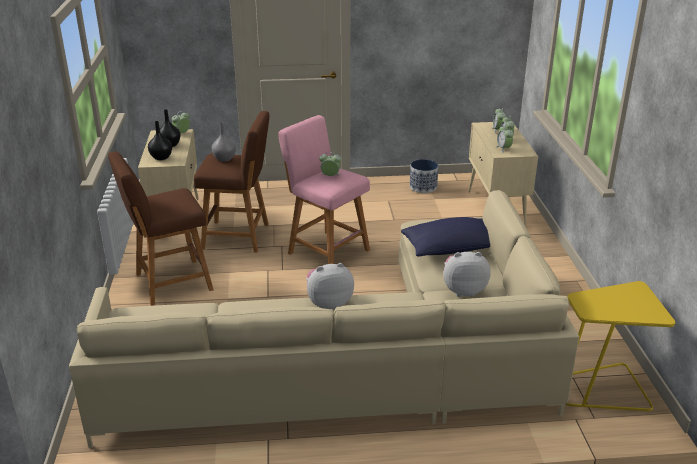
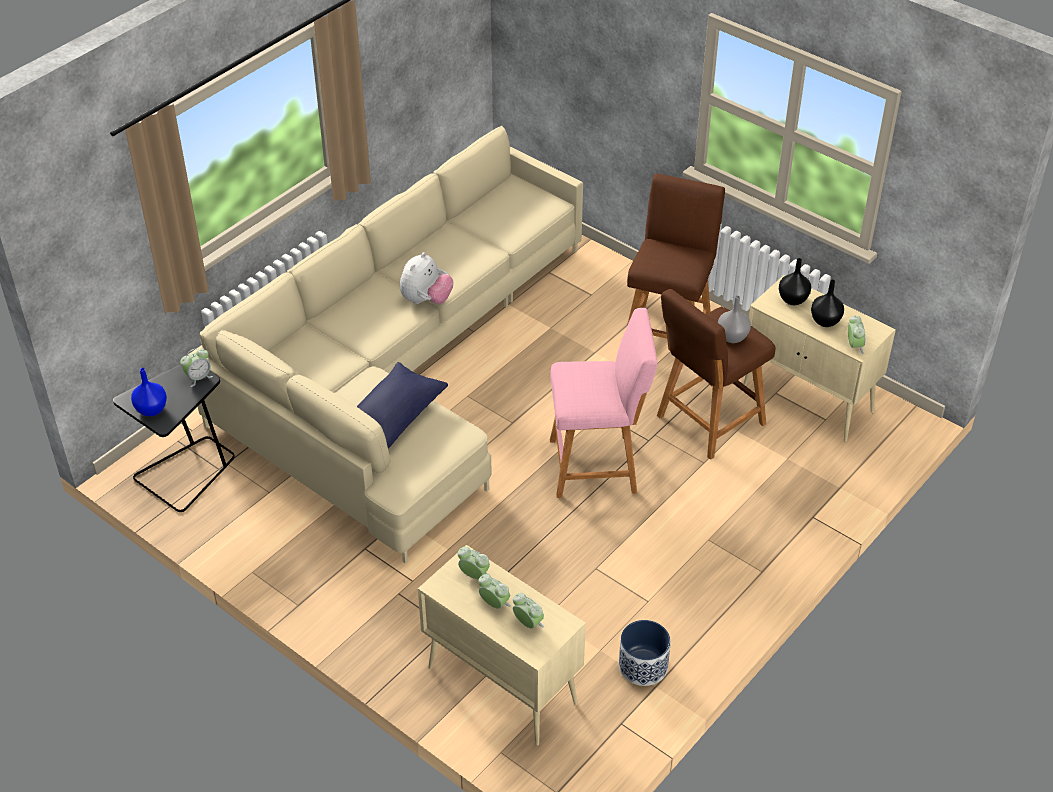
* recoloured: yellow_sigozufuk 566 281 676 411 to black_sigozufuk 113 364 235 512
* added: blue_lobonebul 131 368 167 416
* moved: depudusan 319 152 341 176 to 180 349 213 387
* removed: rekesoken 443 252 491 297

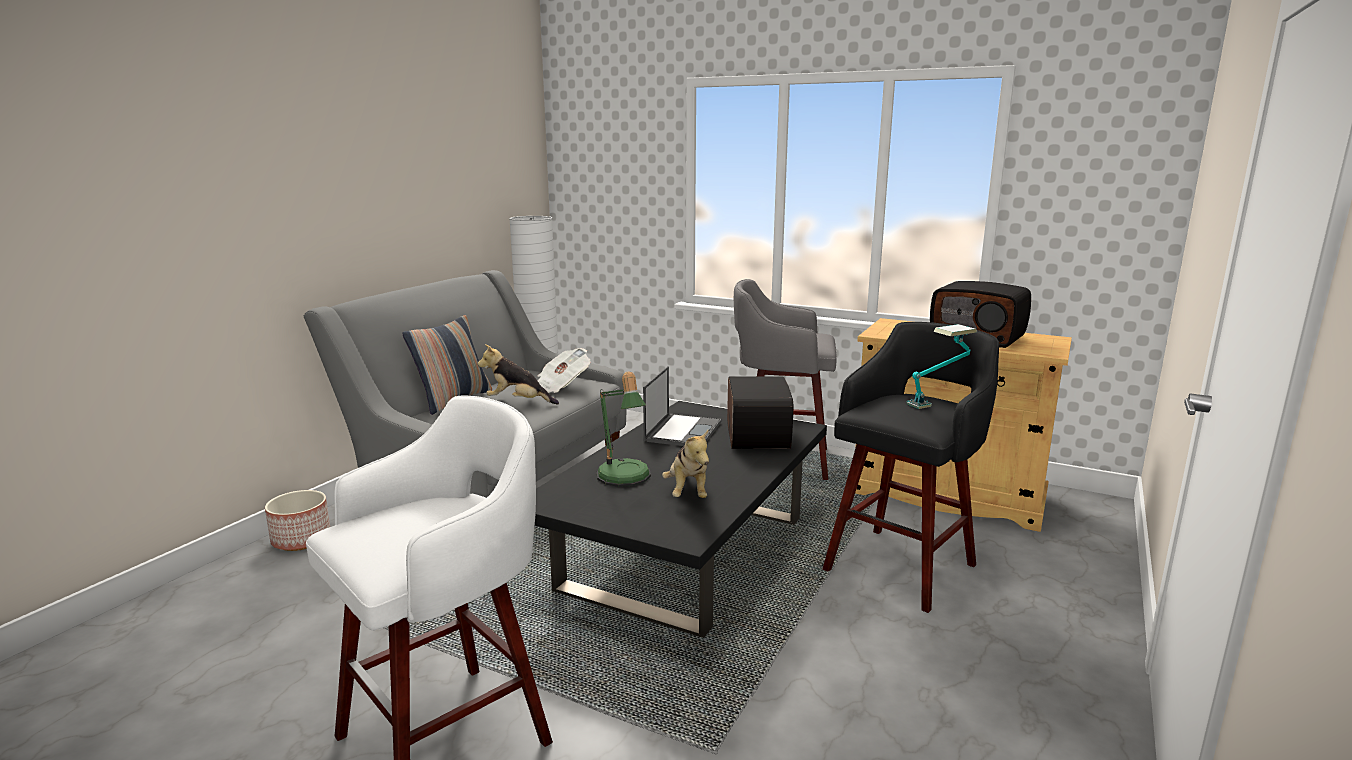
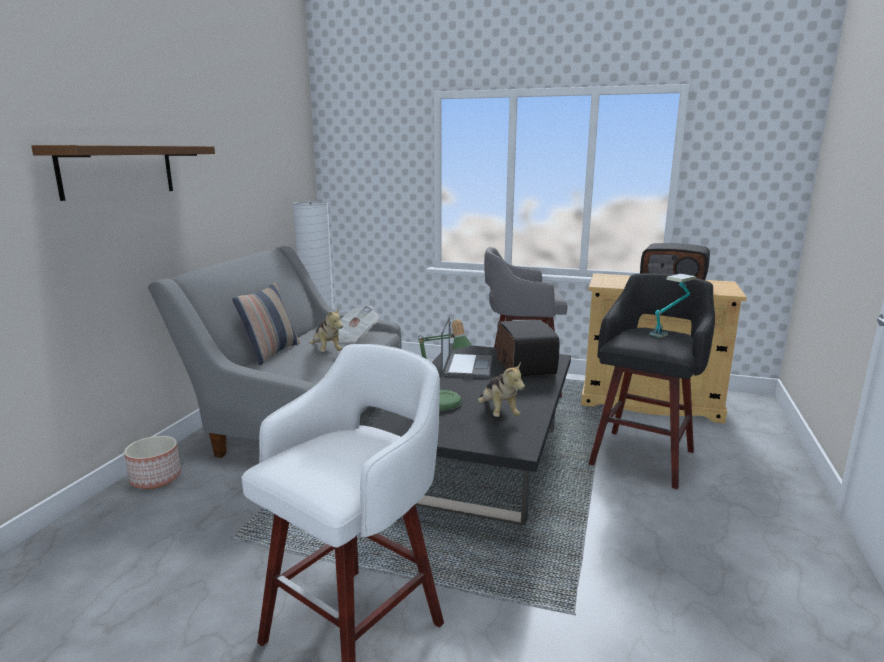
* added: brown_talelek 31 145 215 201
* turned: rekesoken 478 344 559 405 = 309 308 343 352 120 degrees counterclockwise

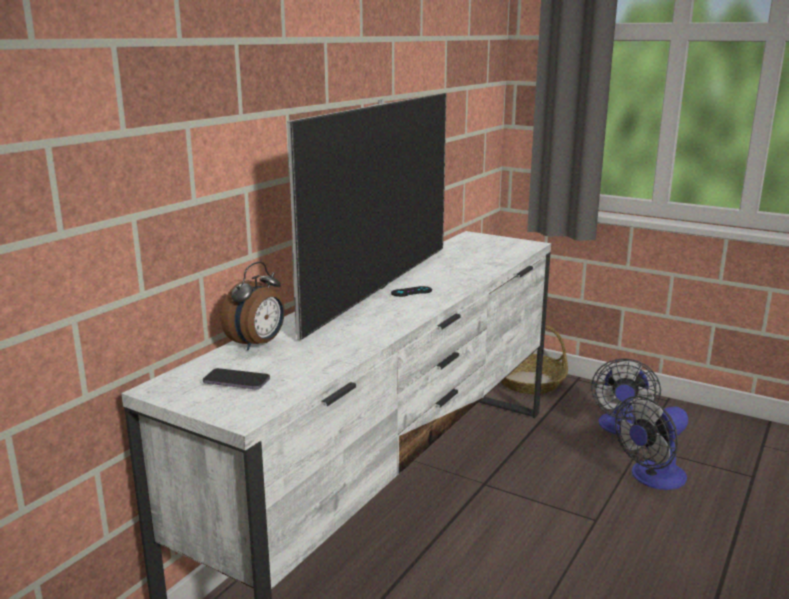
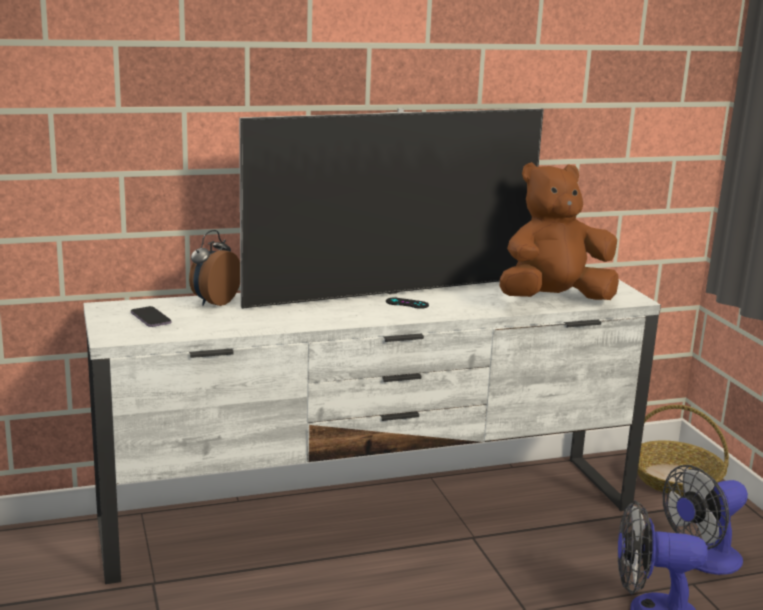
* turned: depudusan 221 262 285 350 = 189 230 240 306 135 degrees clockwise
* added: brown_rekesoken 500 162 619 300

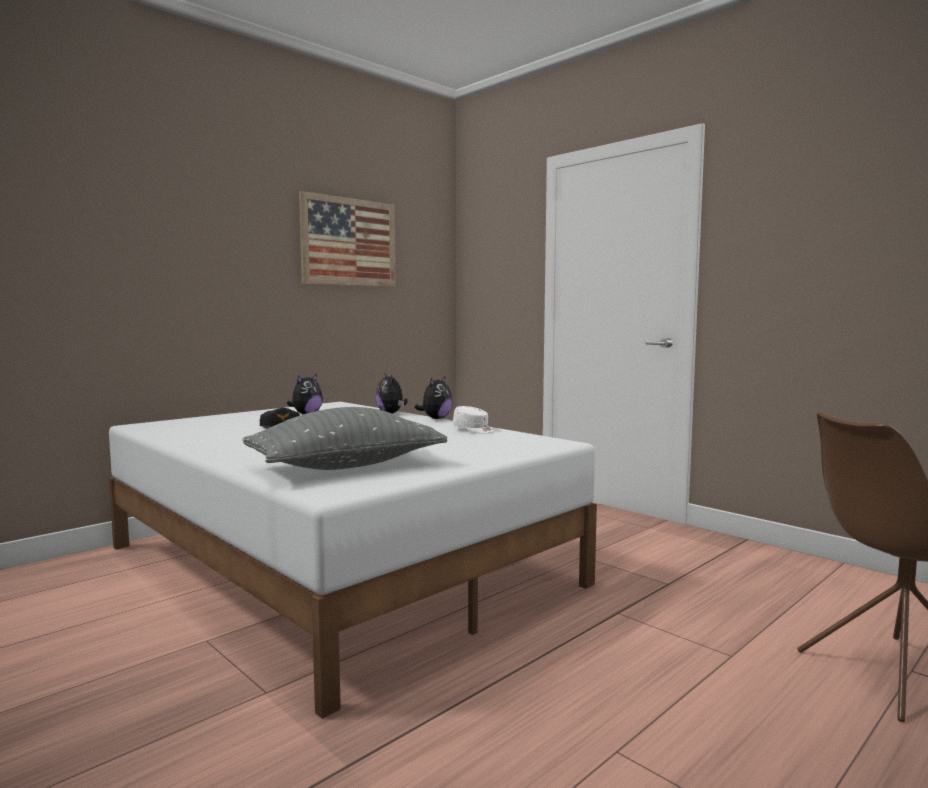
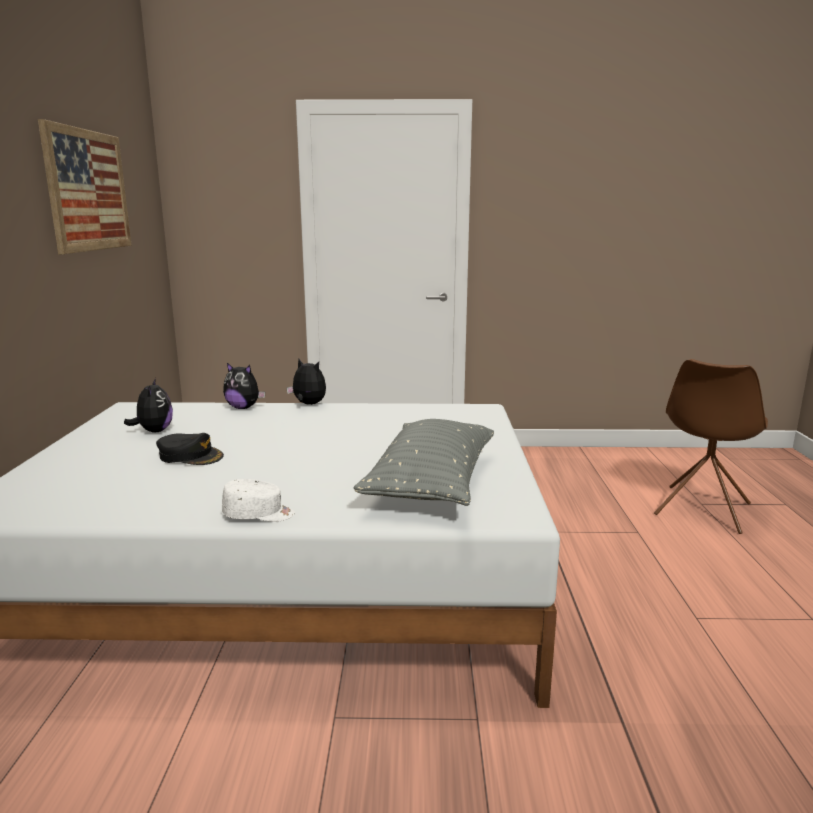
* moved: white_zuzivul 453 406 494 434 to 222 479 295 522
* turned: rekesoken 414 377 452 419 = 287 359 326 405 45 degrees counterclockwise

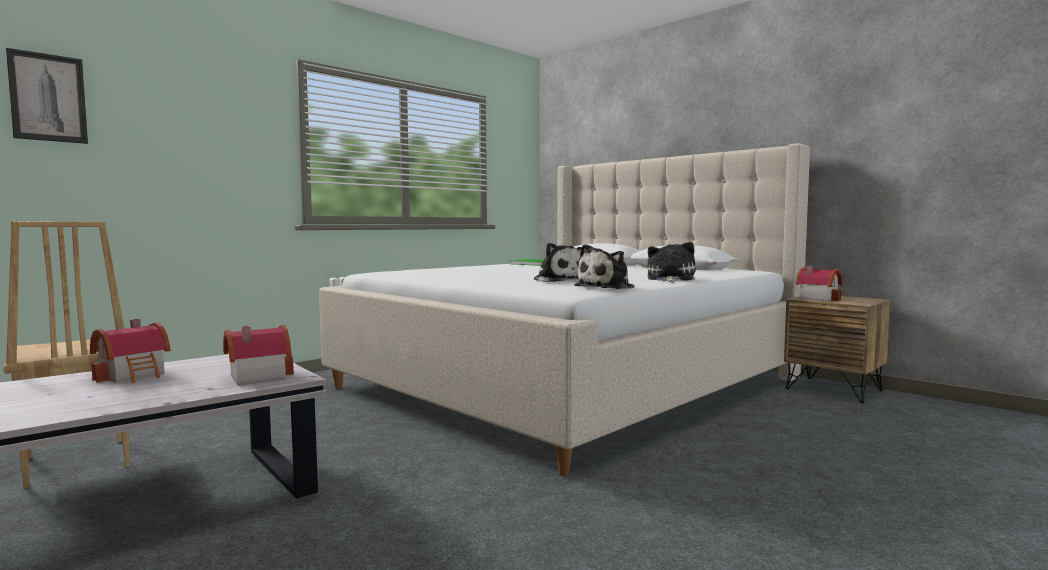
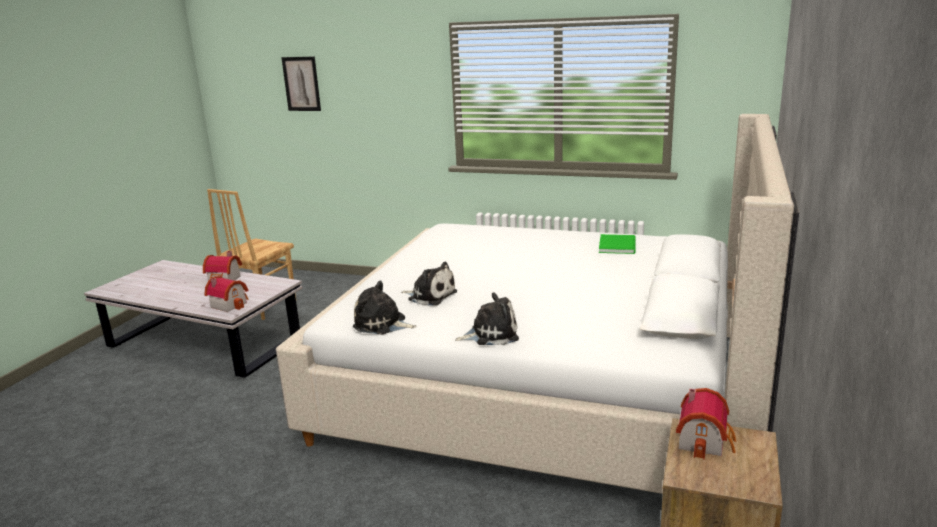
* turned: rekesoken 534 243 581 282 = 401 261 457 306 90 degrees counterclockwise

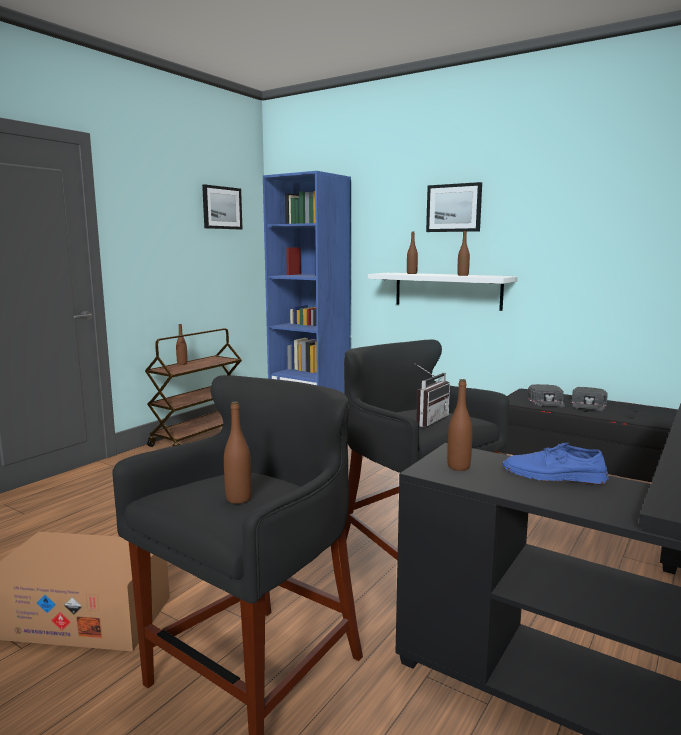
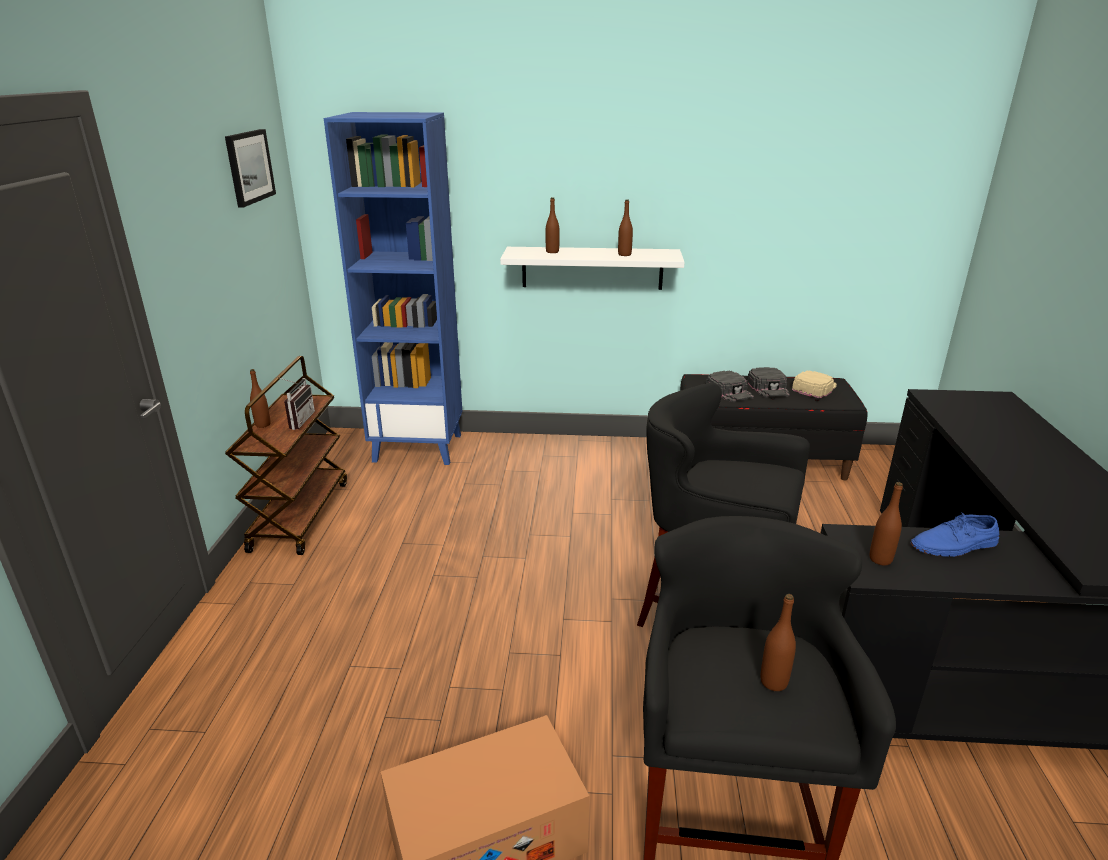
* moved: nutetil 415 363 450 427 to 276 377 315 430
* added: beige_zuzivul 792 371 837 398
* removed: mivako 426 182 482 232

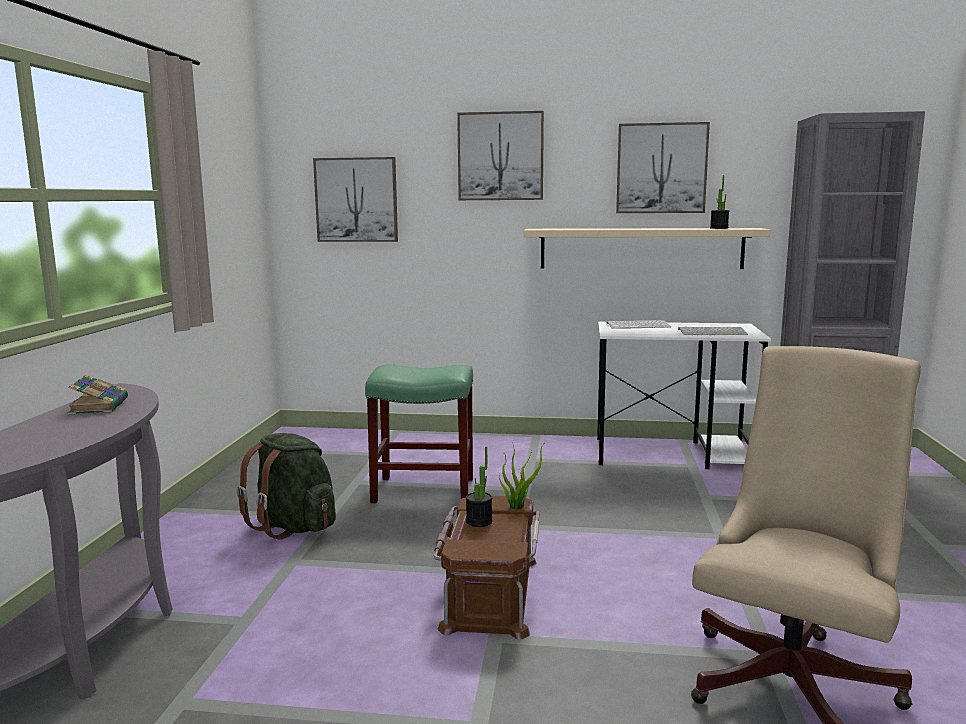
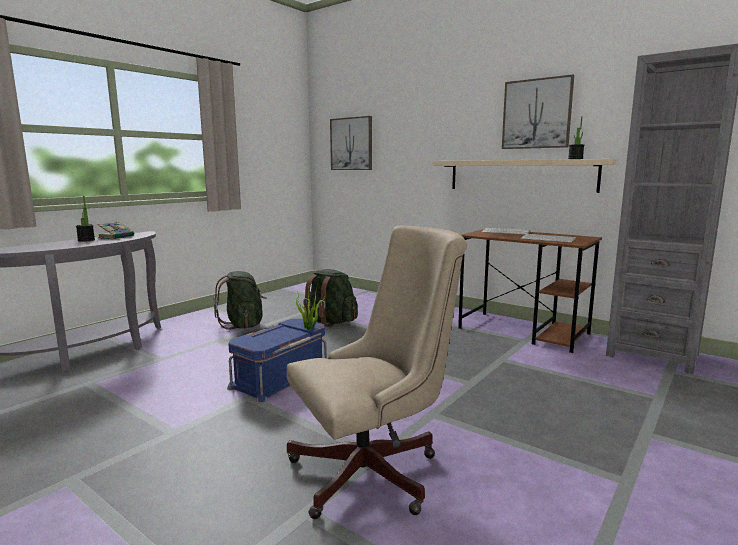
* moved: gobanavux 466 447 493 527 to 76 196 95 242
* recoloured: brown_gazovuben 434 496 540 640 to blue_gazovuben 227 318 327 402
* replaced: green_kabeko 365 365 473 504 to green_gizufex 303 269 358 327
* recoloured: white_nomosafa 597 322 771 469 to brown_nomosafa 458 229 602 353
* removed: mivako 457 111 544 200

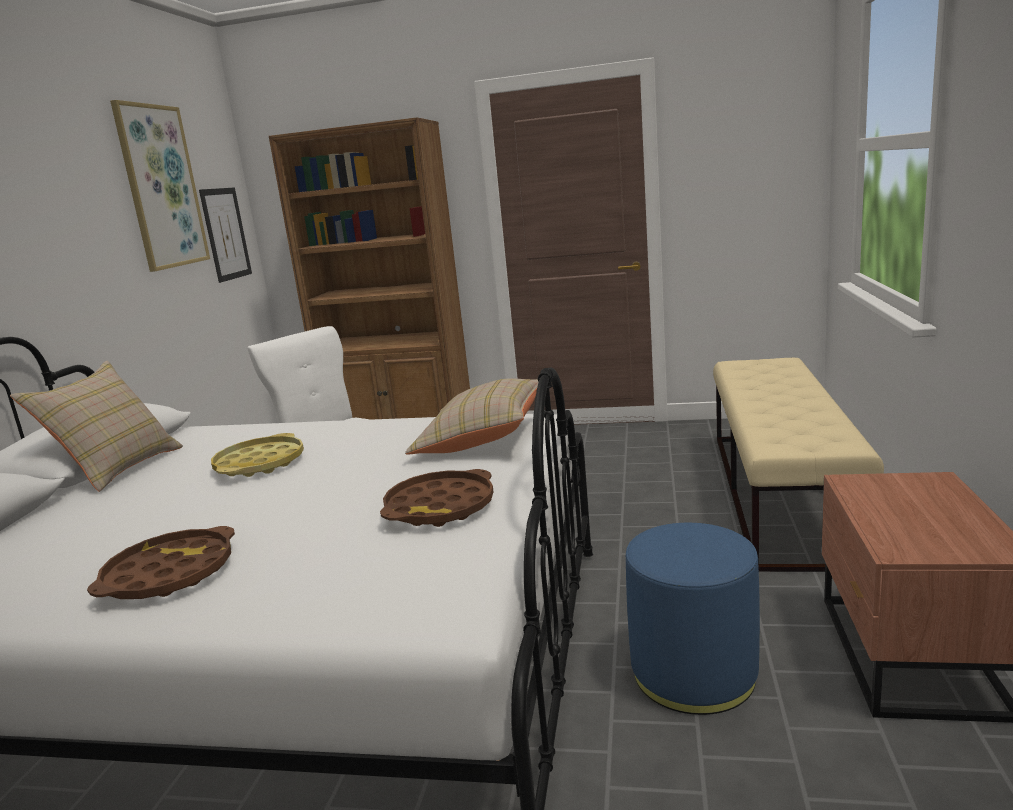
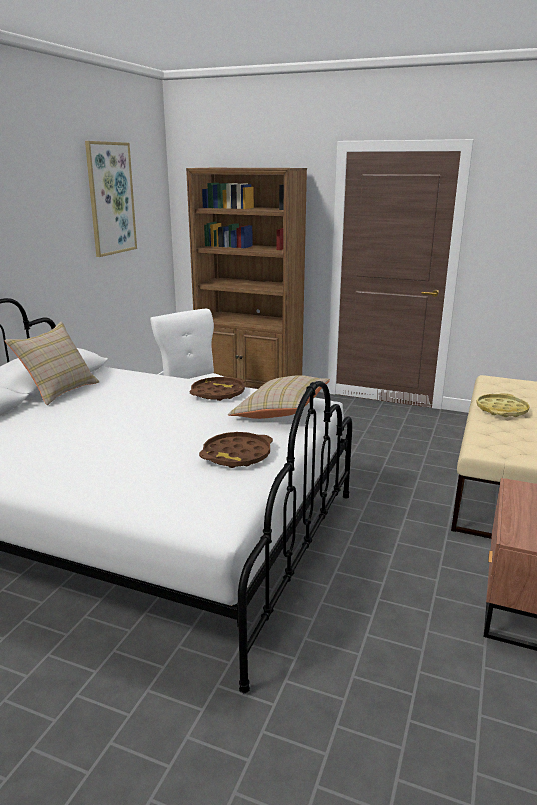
* moved: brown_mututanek 87 526 235 599 to 190 377 245 401
* moved: yellow_mututanek 211 433 304 477 to 476 393 530 417
* removed: mivako 199 187 252 283
* removed: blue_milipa 626 523 760 715

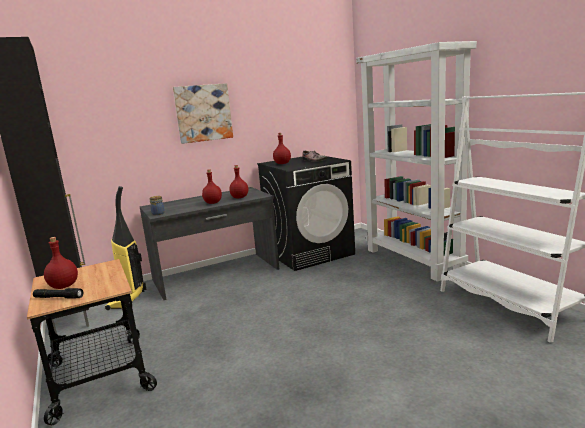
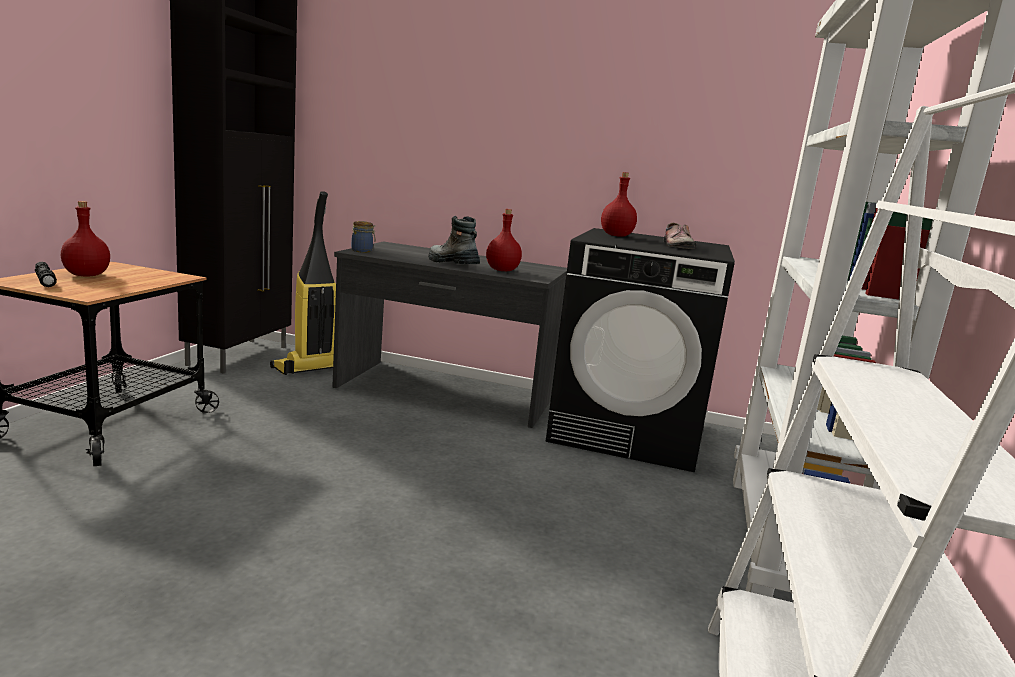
* replaced: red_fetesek 202 169 222 204 to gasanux 428 216 480 264
* removed: mivako 173 83 233 144

